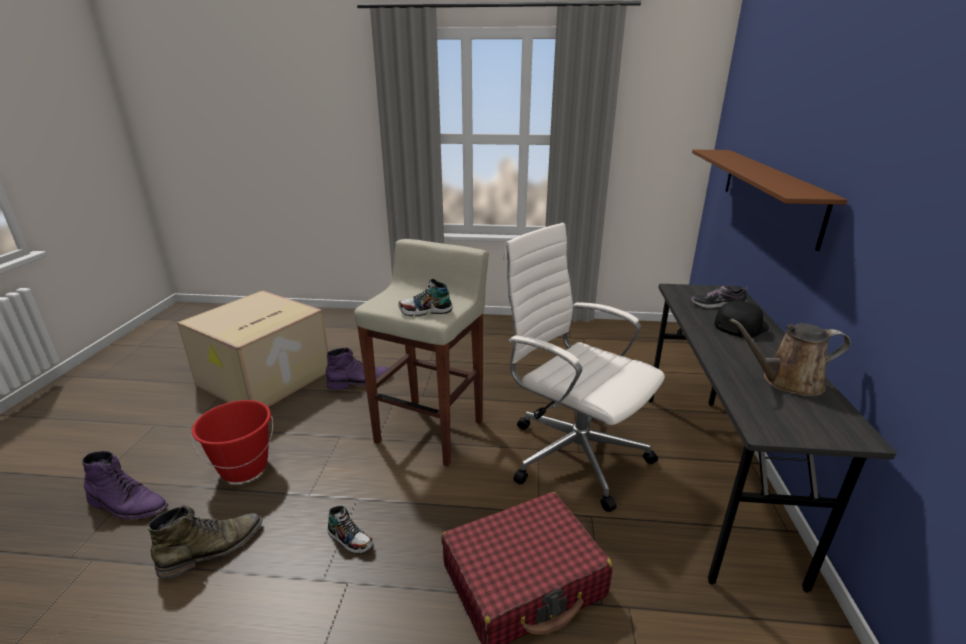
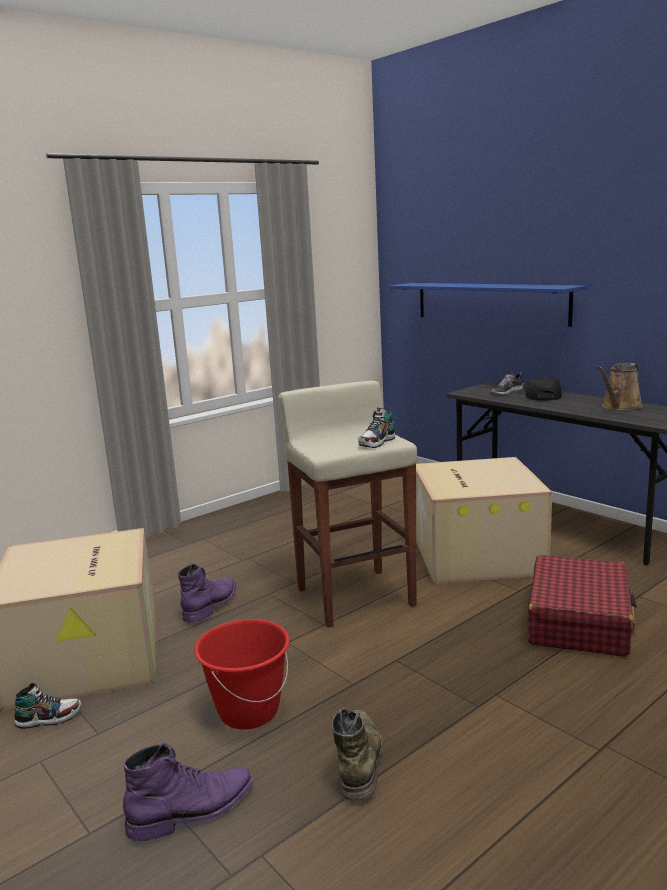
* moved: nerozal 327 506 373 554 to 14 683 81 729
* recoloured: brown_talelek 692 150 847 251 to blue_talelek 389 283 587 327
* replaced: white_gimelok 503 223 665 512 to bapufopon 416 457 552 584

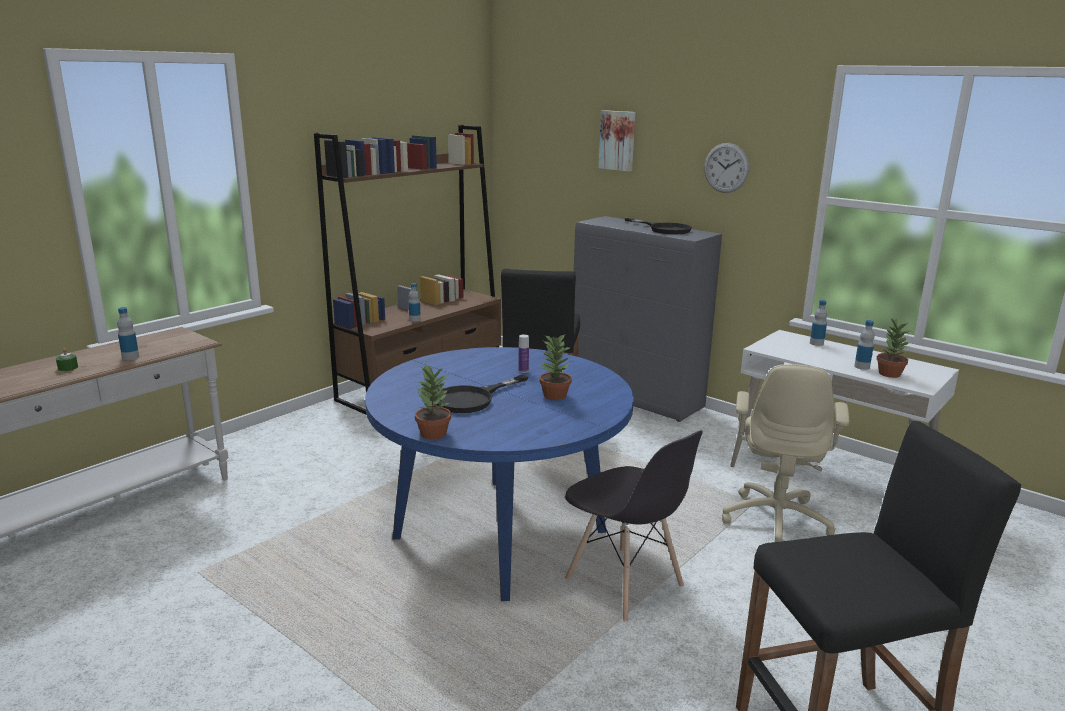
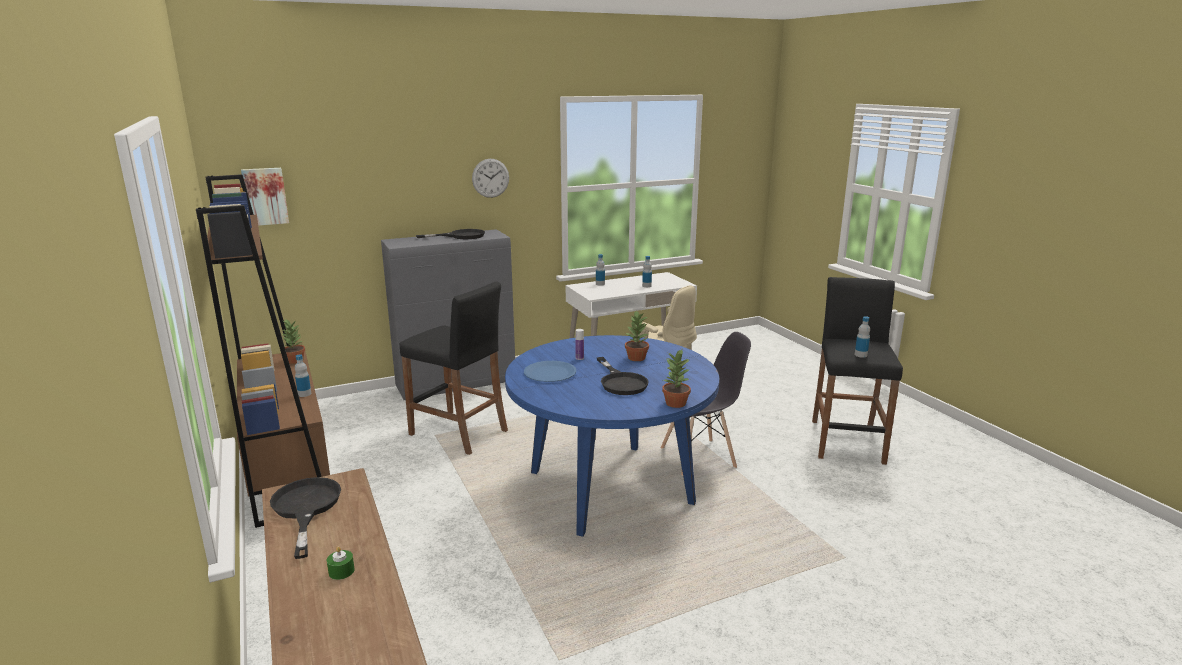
* moved: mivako 599 110 635 172 to 241 168 289 226
* added: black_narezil 270 477 341 559
* moved: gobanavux 877 317 912 378 to 282 319 305 364
* added: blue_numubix 524 361 576 382
* moved: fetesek 117 307 139 360 to 855 316 870 358

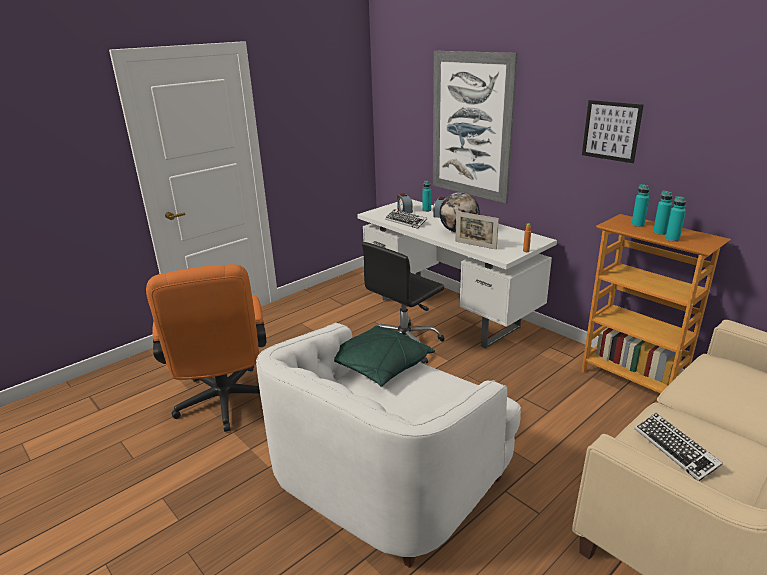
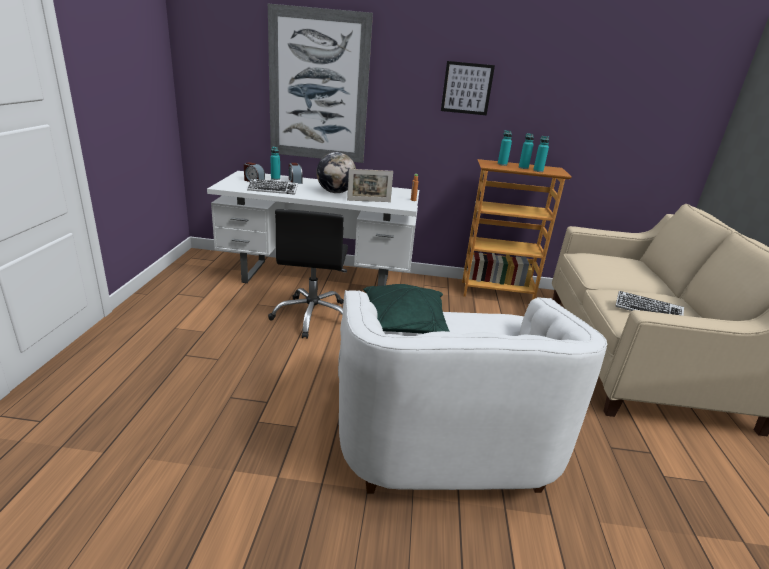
* removed: orange_gimelok 146 264 266 432

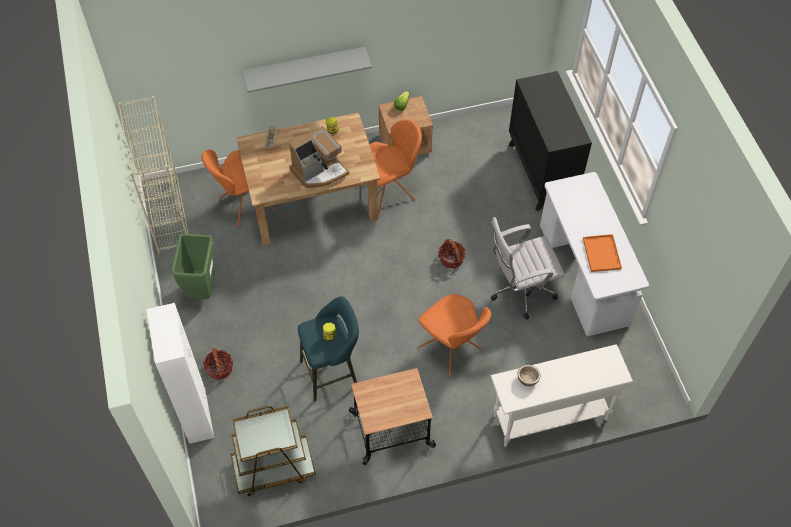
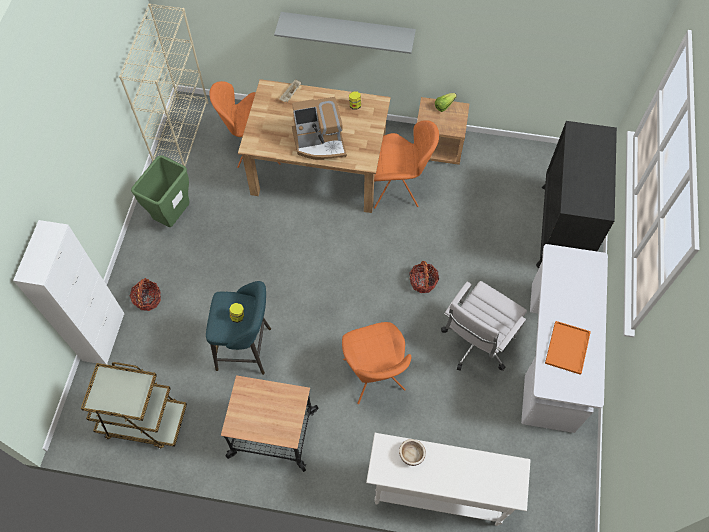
* turned: white_gimelok 491 217 565 320 = 441 281 527 371 60 degrees counterclockwise

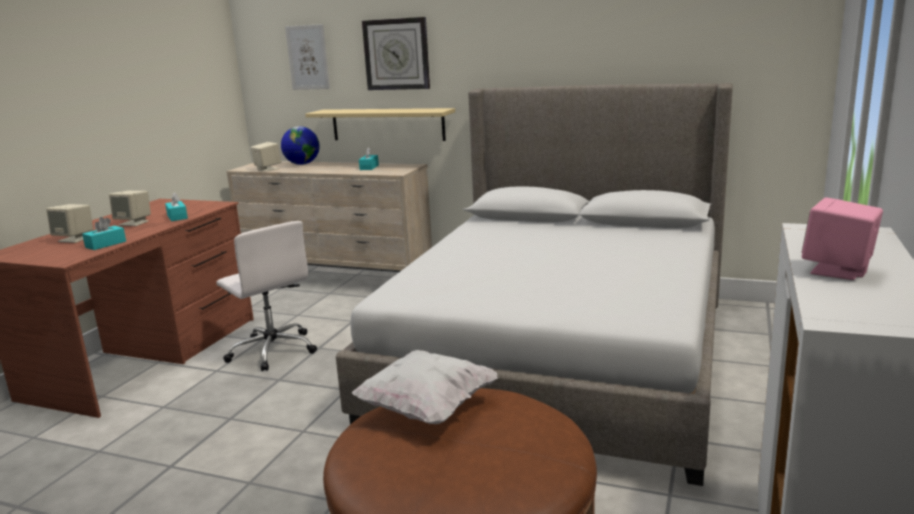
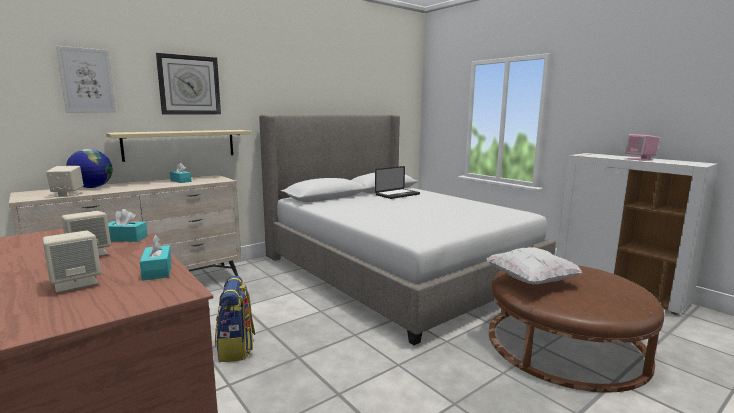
* replaced: white_gimelok 216 221 317 371 to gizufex 215 276 255 362
* added: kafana 375 166 420 199

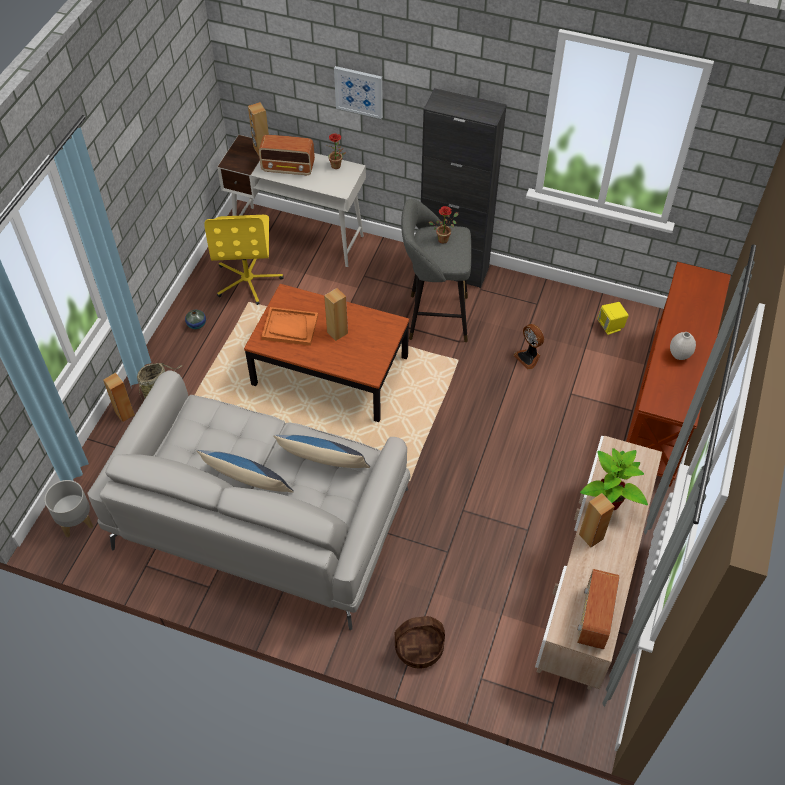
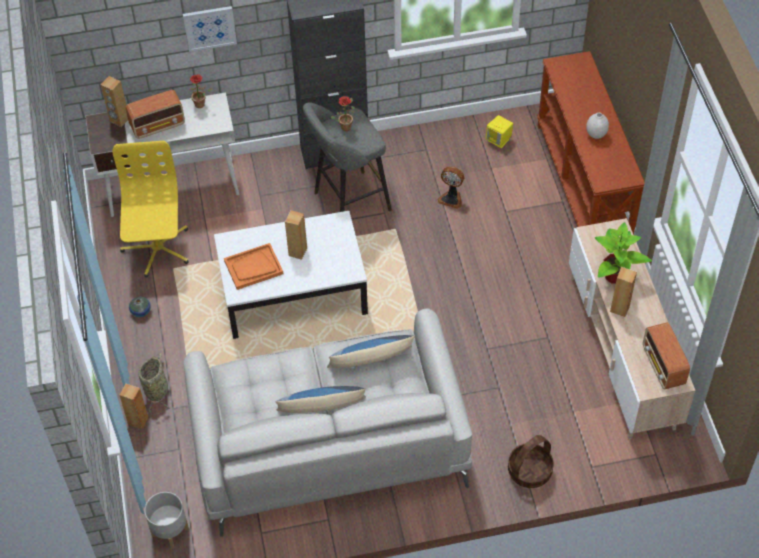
* turned: yellow_gimelok 204 215 283 305 = 112 141 188 277 150 degrees counterclockwise
* recoloured: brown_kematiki 244 284 409 422 to white_kematiki 214 211 368 339

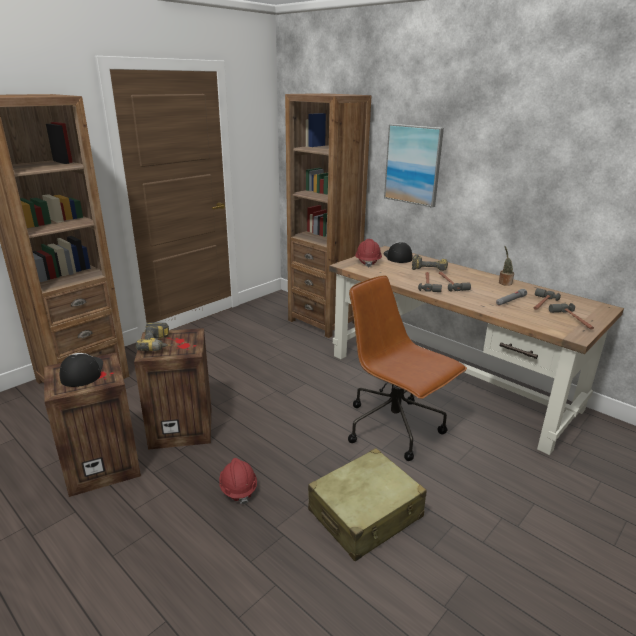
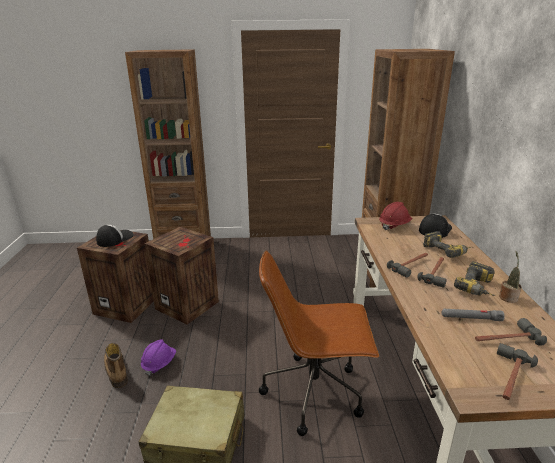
* added: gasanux 104 343 128 388
* recoloured: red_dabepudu 219 458 257 504 to purple_dabepudu 141 339 176 376
* turned: brown_gimelok 348 276 467 461 = 259 250 379 436 90 degrees counterclockwise
* moved: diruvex 136 323 173 351 to 454 262 495 296
* removed: mivako 384 124 444 208

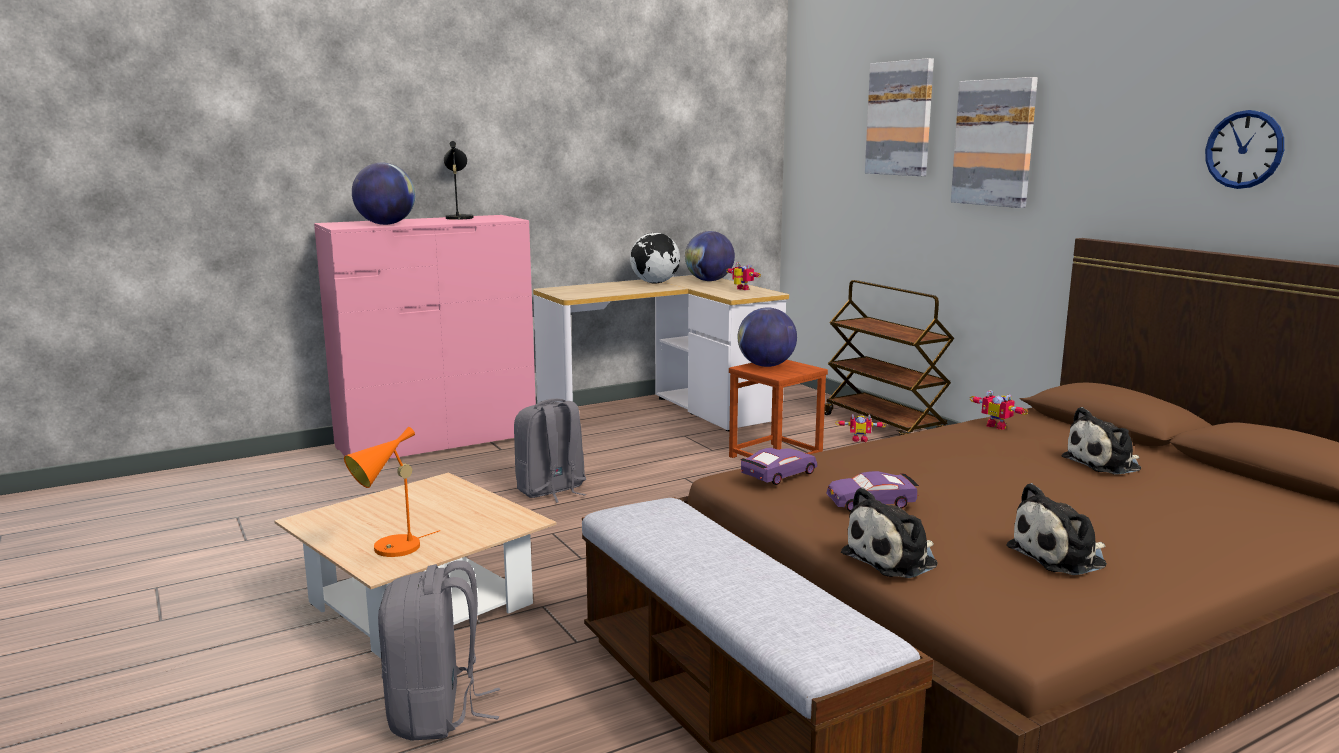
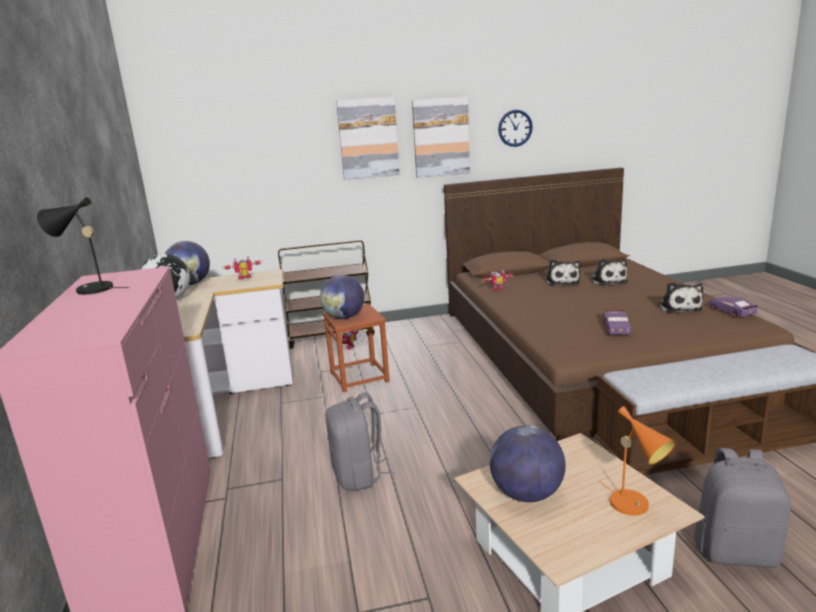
* moved: mivako 865 58 934 176 to 412 96 470 178
* moved: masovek 352 163 415 225 to 490 425 565 502
* moved: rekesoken 841 487 938 578 to 590 259 628 286
* moved: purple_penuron 741 448 817 485 to 709 297 758 318

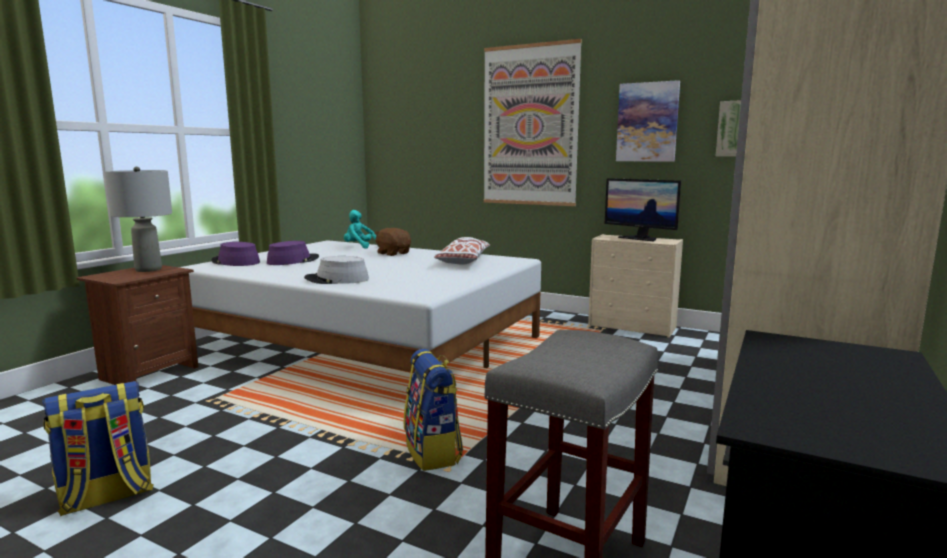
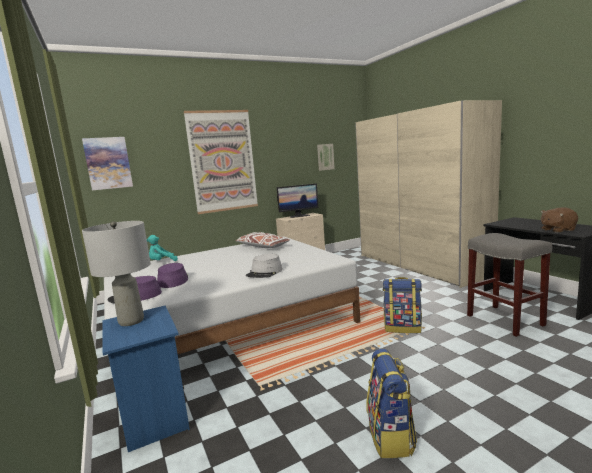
* moved: mivako 616 80 680 162 to 82 137 133 190
* recoloured: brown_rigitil 76 265 199 385 to blue_rigitil 102 306 190 452
* moved: brown_rekesoken 374 228 411 256 to 541 207 578 233

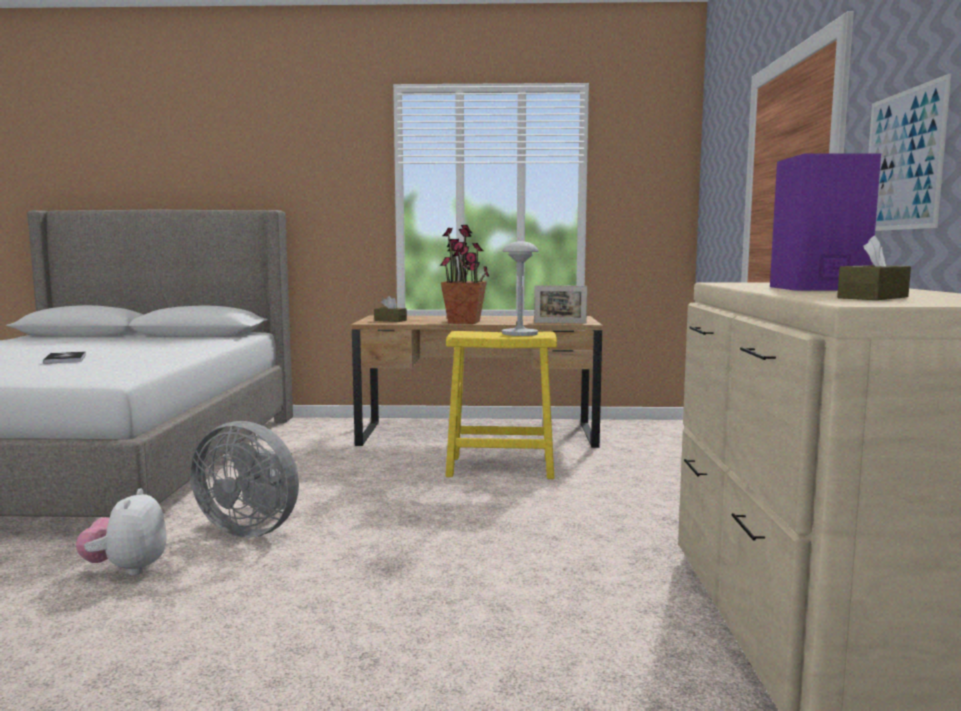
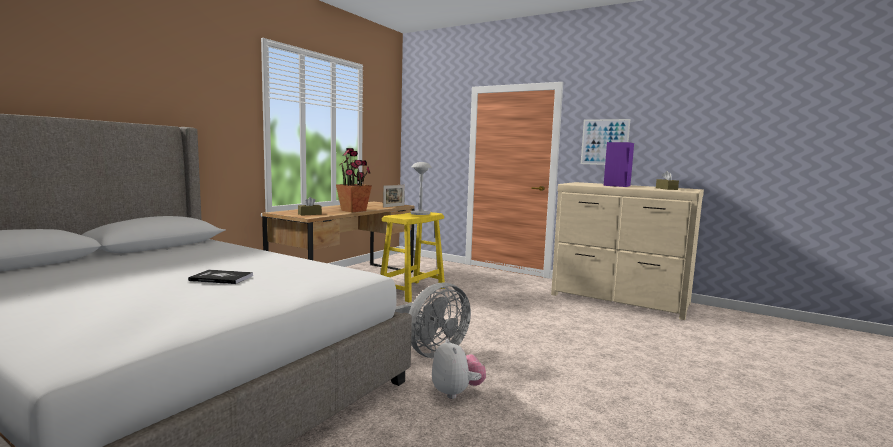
* turned: rekesoken 76 488 167 575 = 432 338 486 399 135 degrees counterclockwise

